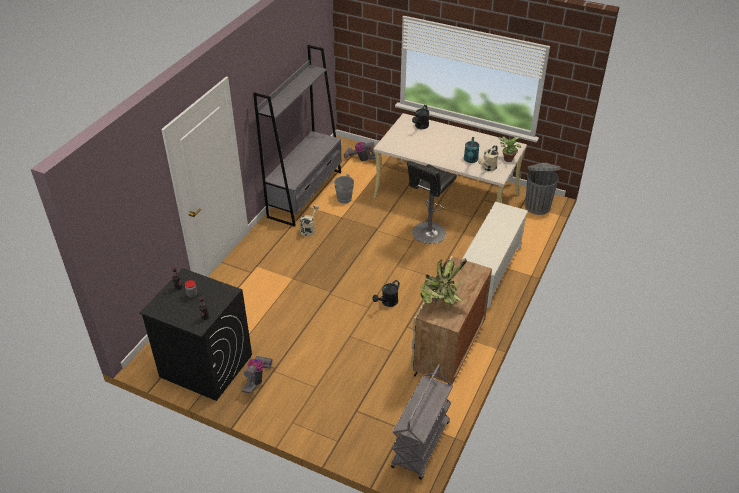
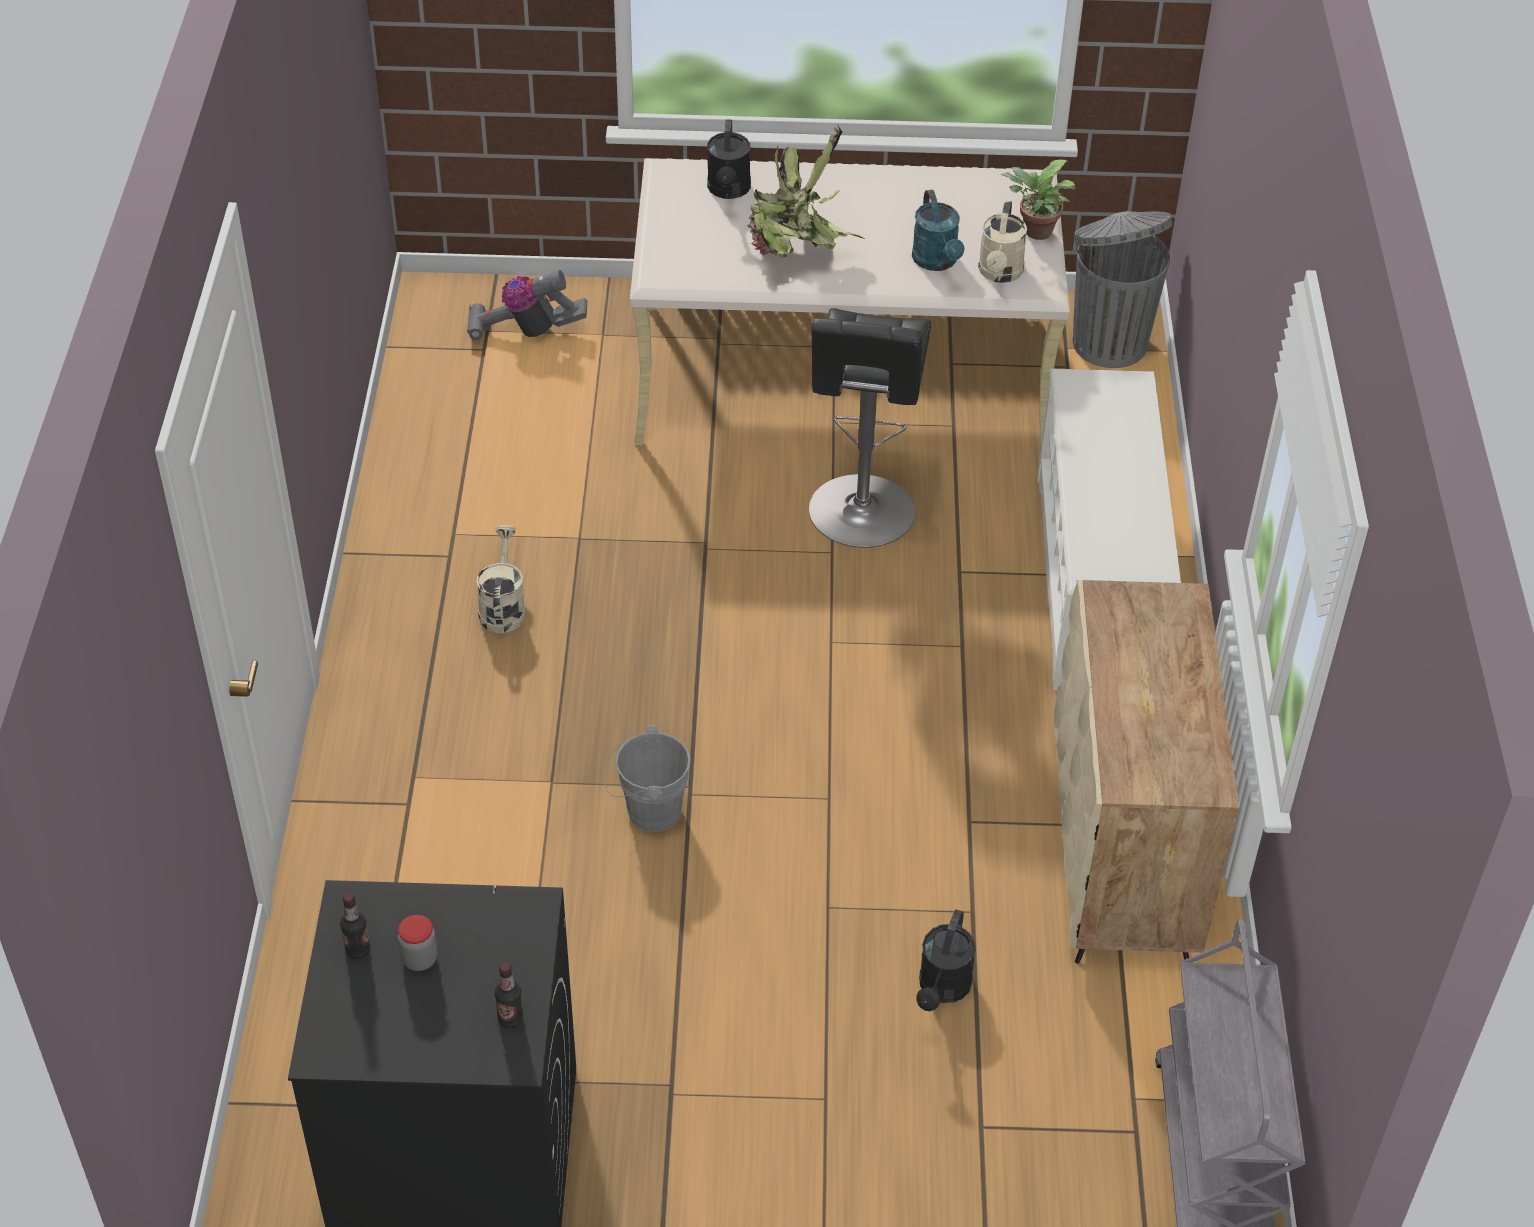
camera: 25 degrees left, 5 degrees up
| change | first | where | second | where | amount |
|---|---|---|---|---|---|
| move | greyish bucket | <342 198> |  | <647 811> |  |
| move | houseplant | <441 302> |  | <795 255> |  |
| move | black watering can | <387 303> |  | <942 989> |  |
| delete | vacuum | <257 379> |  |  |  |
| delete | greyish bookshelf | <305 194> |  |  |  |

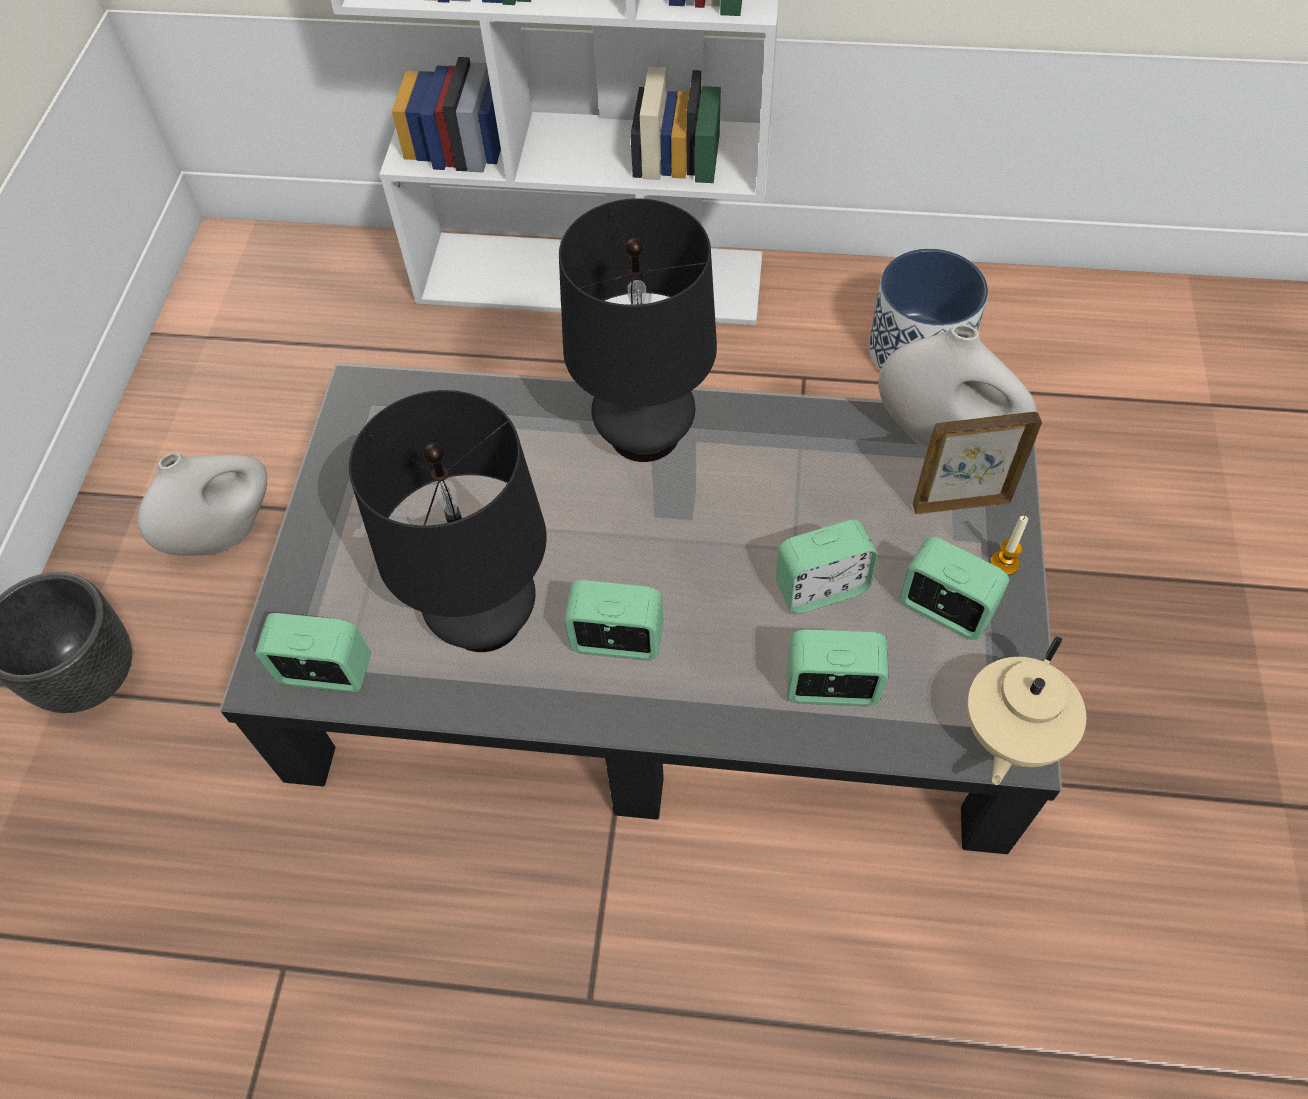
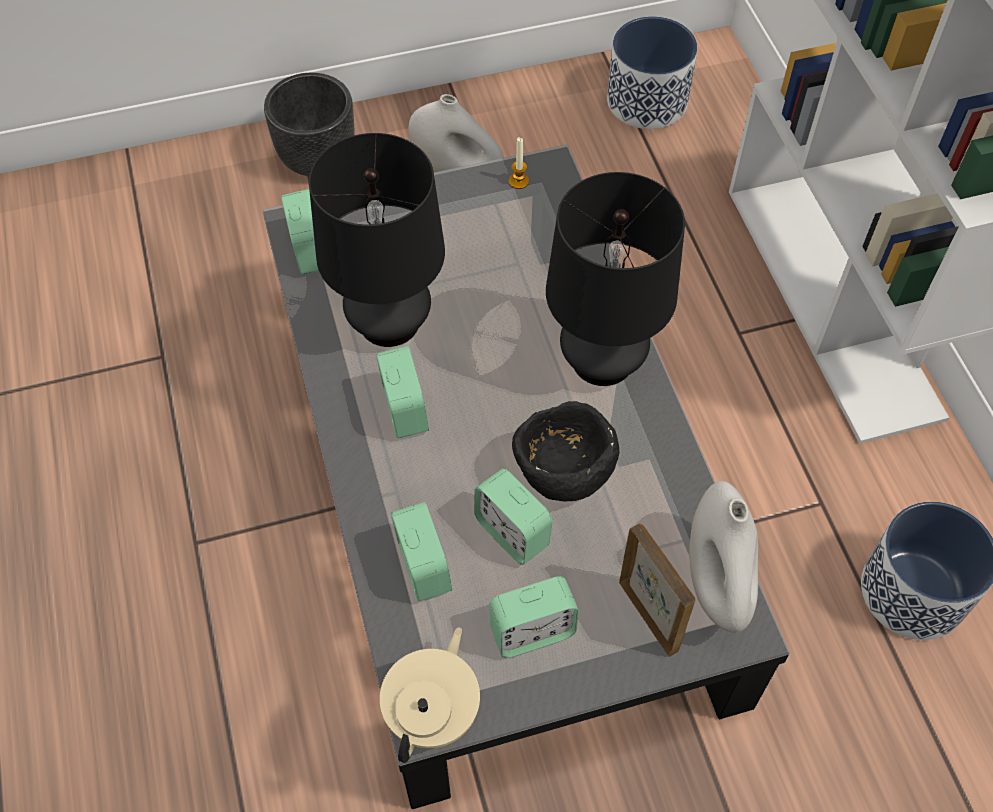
camera: 65 degrees right, 0 degrees up
| change | first | where | second | where | amount |
|---|---|---|---|---|---|
| rotate | beige tea pot | <1010 734> |  | <433 712> | 105 degrees clockwise |
| rotate | table clock | <945 609> |  | <532 631> | 60 degrees clockwise |
| move | candle | <1004 563> |  | <518 181> |  |
| insert |  |  | black bowl | <562 473> |  |
| insert |  |  | flower pot | <647 102> |  |

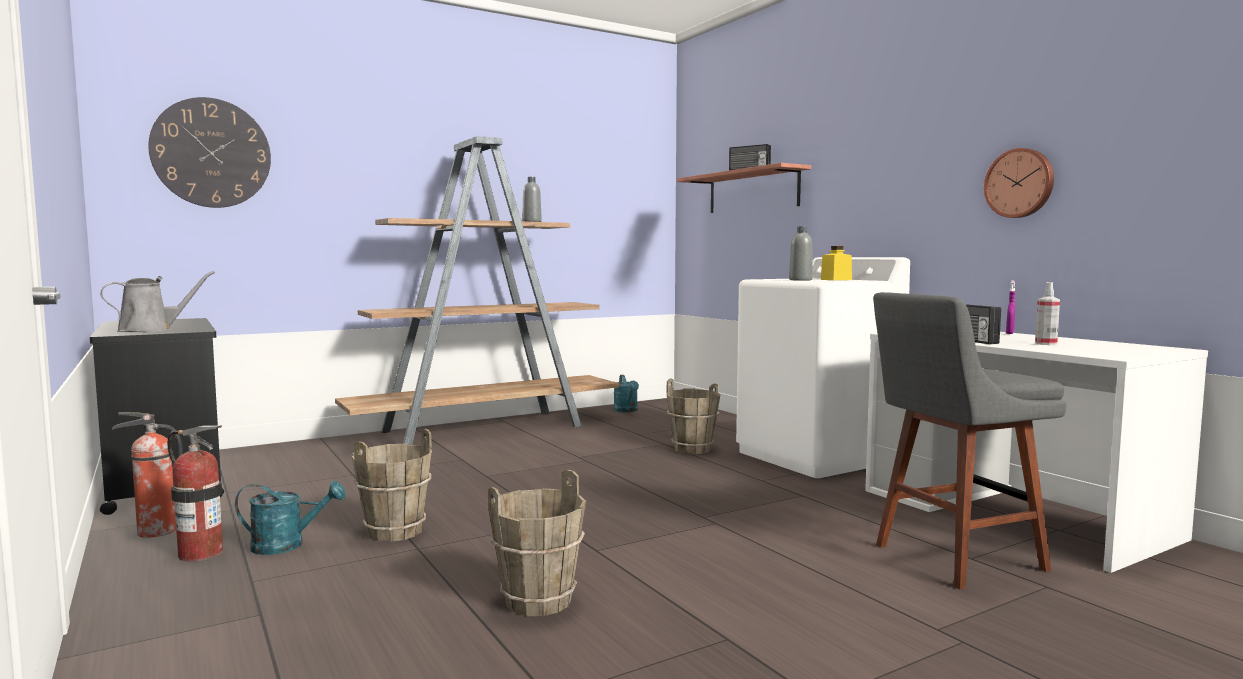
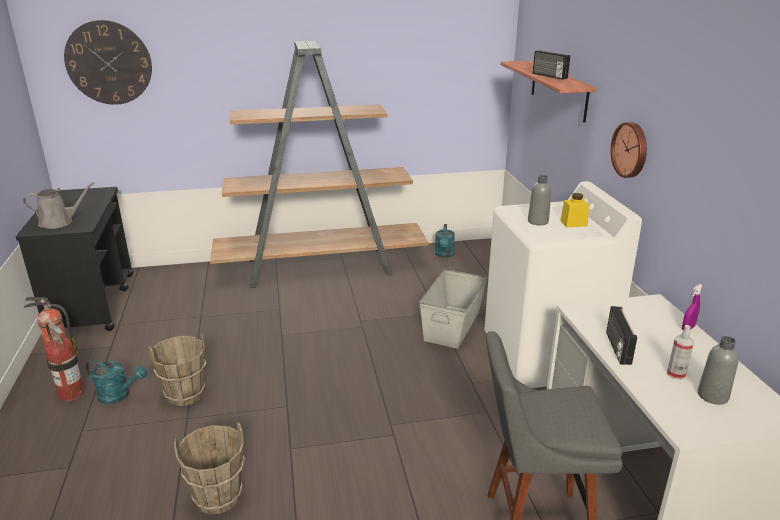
camera: 20 degrees right, 20 degrees up
| change | first | where | second | where | amount |
|---|---|---|---|---|---|
| replace | brown bucket | <692 449> | greyish storage bin | <453 325> |  |
| move | hanging clock | <1020 183> |  | <631 149> |  |
| move | greyish drink bottle | <532 222> |  | <712 396> |  |

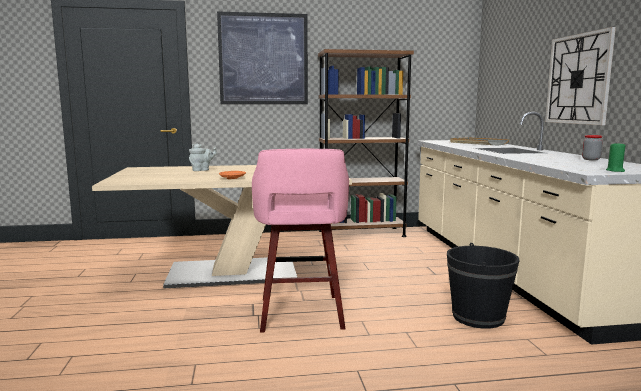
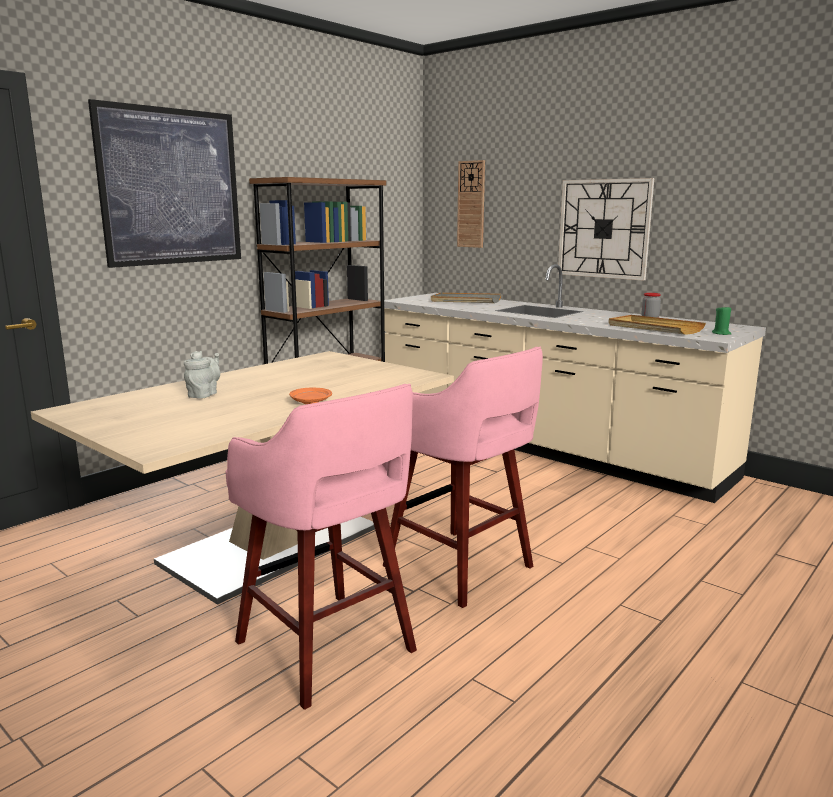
camera: 40 degrees left, 5 degrees up
| change | first | where | second | where | amount |
|---|---|---|---|---|---|
| insert |  |  | pink-coloured sitting stool | <328 649> |  |
| insert |  |  | hanging clock | <471 204> |  |
| insert |  |  | beige carrying tray | <654 328> |  |
| delete | black bucket | <478 317> |  |  |  |

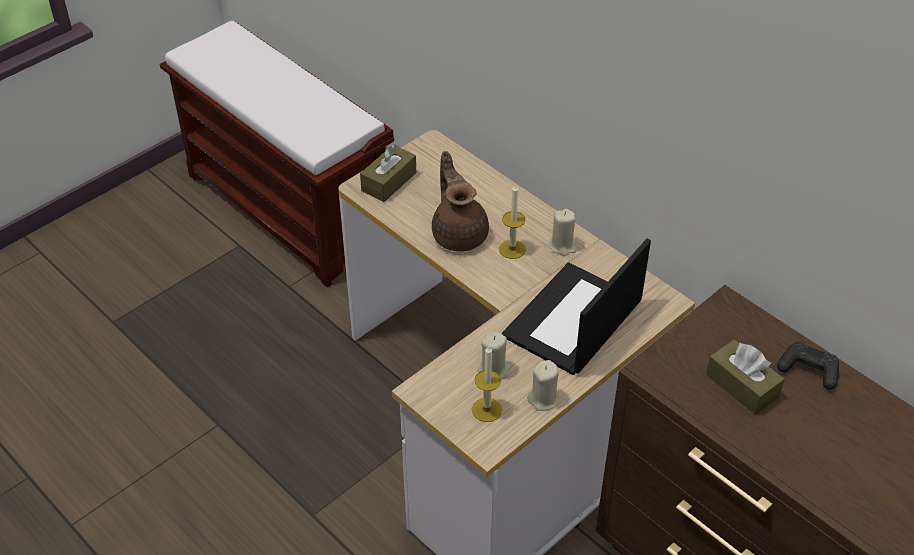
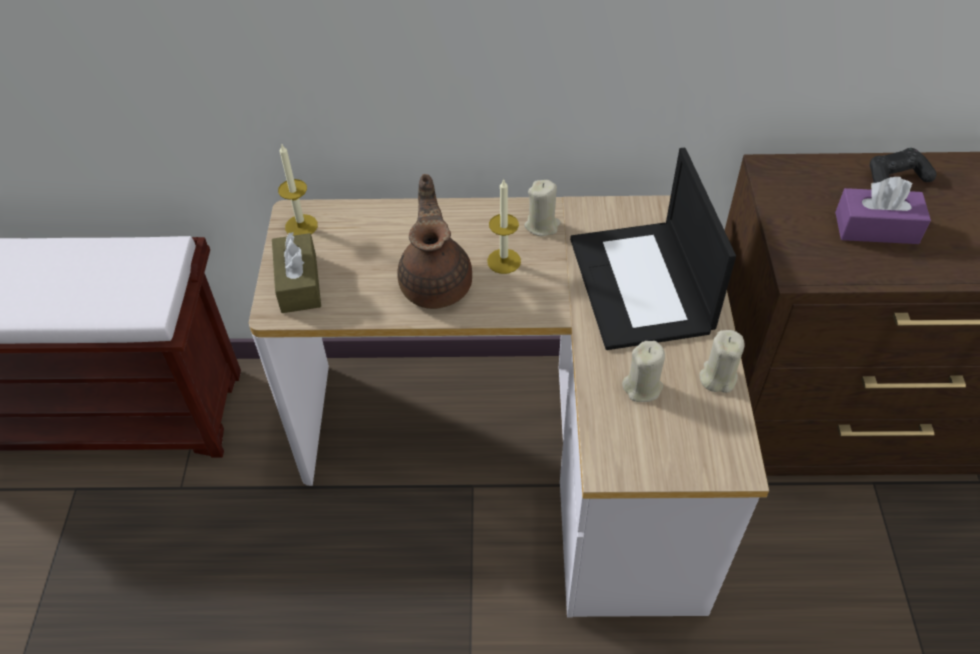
camera: 45 degrees left, 5 degrees up
| change | first | where | second | where | amount |
|---|---|---|---|---|---|
| move | candle | <486 409> |  | <301 226> |  |
| rotate | brown tea pot | <459 233> |  | <436 283> | 60 degrees clockwise |
| recolor | brown box of tissues | <742 386> | purple box of tissues | <876 228> |  |

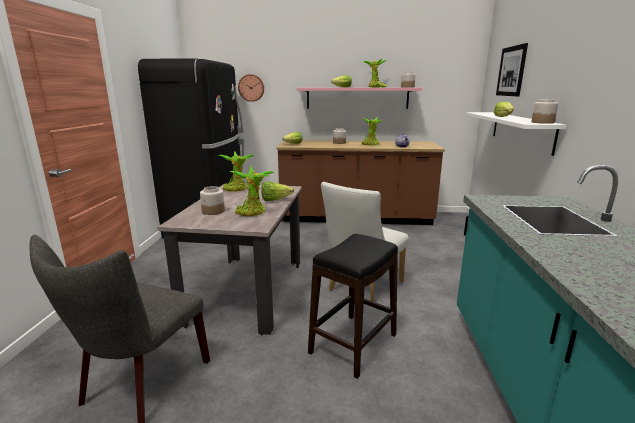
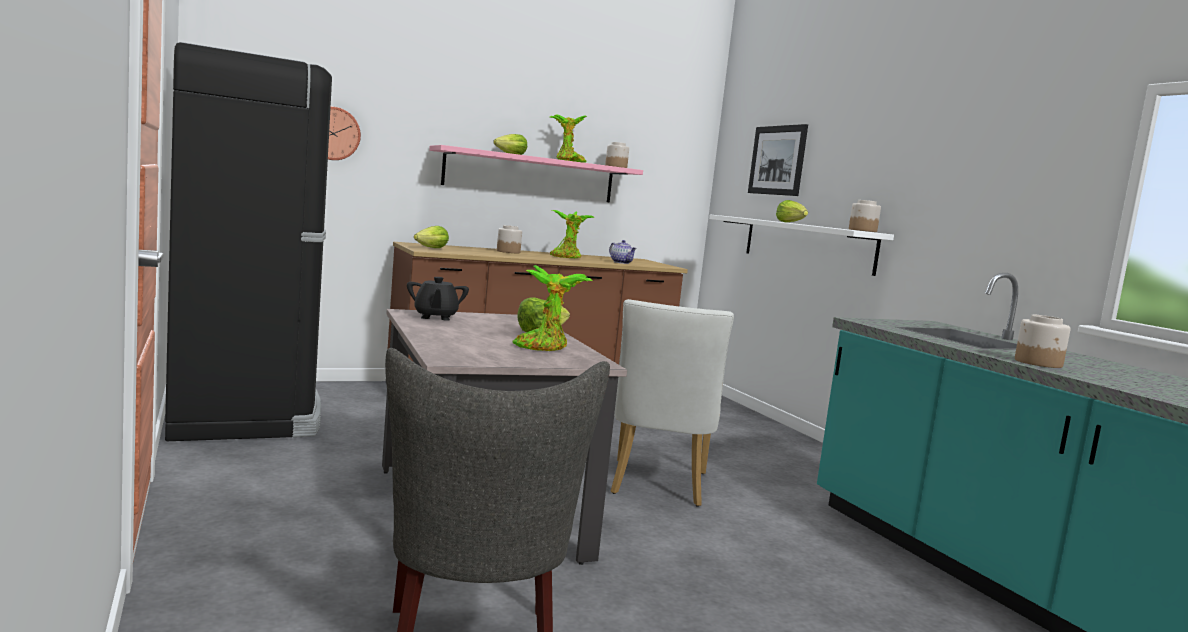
camera: 30 degrees left, 10 degrees down
| change | first | where | second | where | amount |
|---|---|---|---|---|---|
| replace | houseplant | <236 189> | black tea pot | <435 317> |  |
| move | storage jar | <213 211> |  | <1039 363> |  |
| delete | black sitting stool | <354 344> |  |  |  |

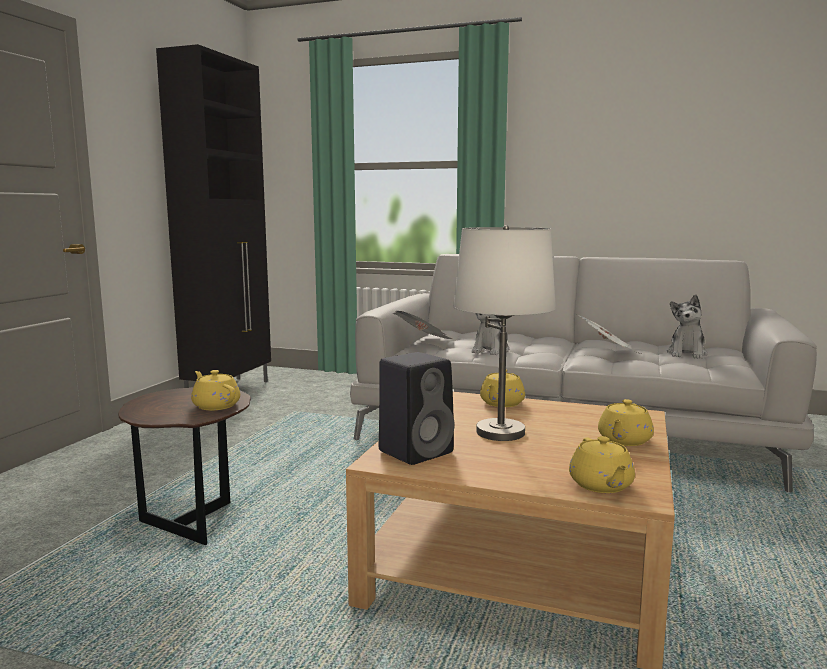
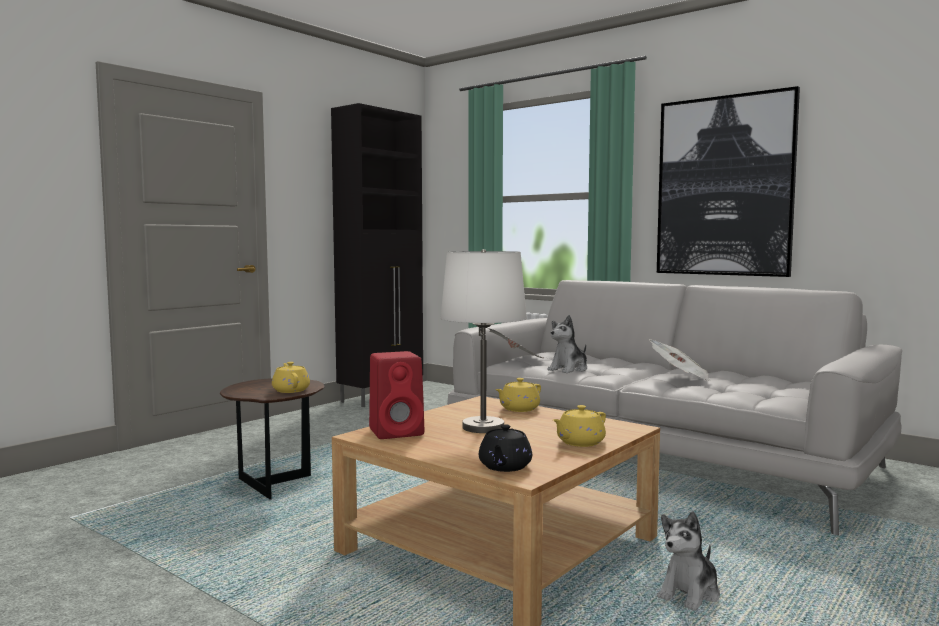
camera: 20 degrees right, 5 degrees down
| change | first | where | second | where | amount |
|---|---|---|---|---|---|
| recolor | black speaker | <417 451> | red-coloured speaker | <398 432> |  |
| recolor | yellow-coloured tea pot | <601 485> | black tea pot | <504 467> |  |
| insert |  |  | wall picture | <724 186> |  |
| move | soft toy | <687 353> |  | <690 593> |  |

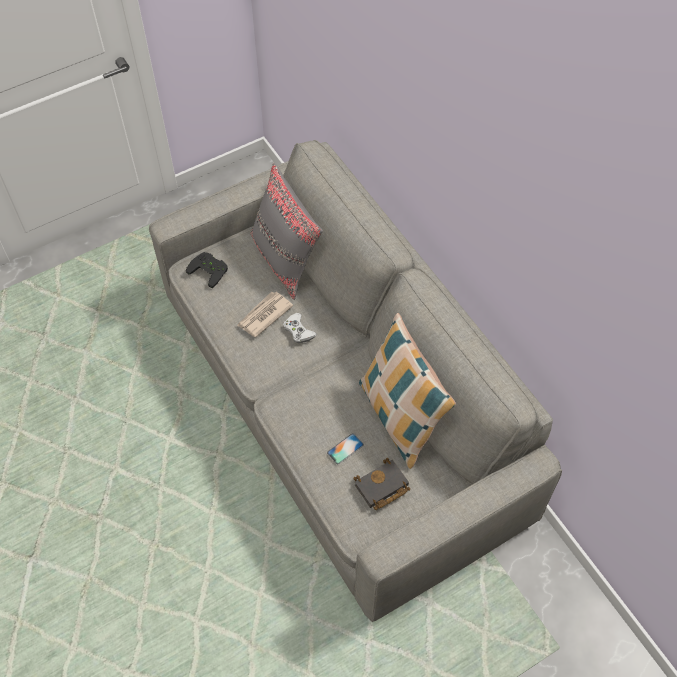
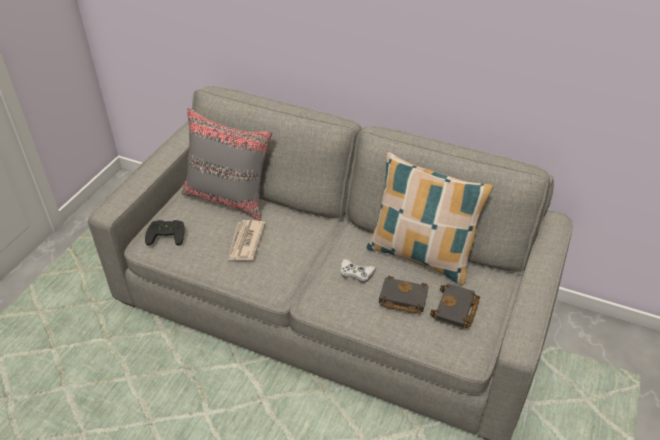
camera: 35 degrees left, 15 degrees down
| change | first | where | second | where | amount |
|---|---|---|---|---|---|
| move | white-coloured gamepad | <298 331> |  | <356 273> |  |
| replace | phone | <345 449> | black book | <401 299> |  |

